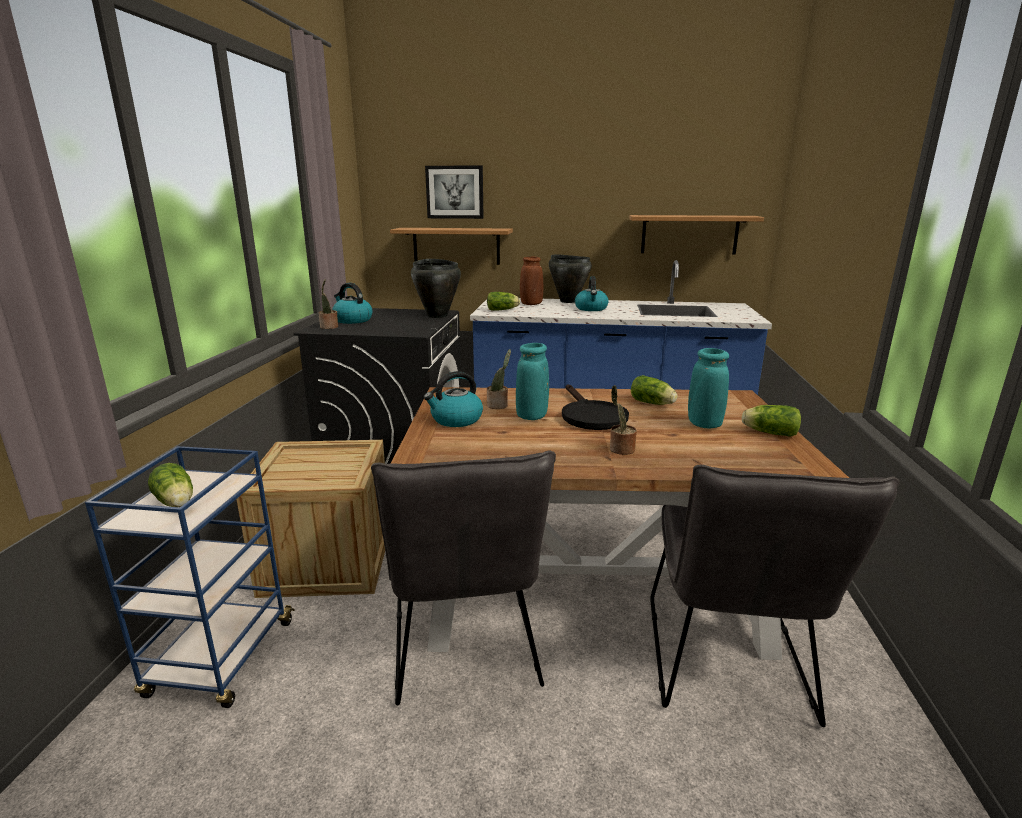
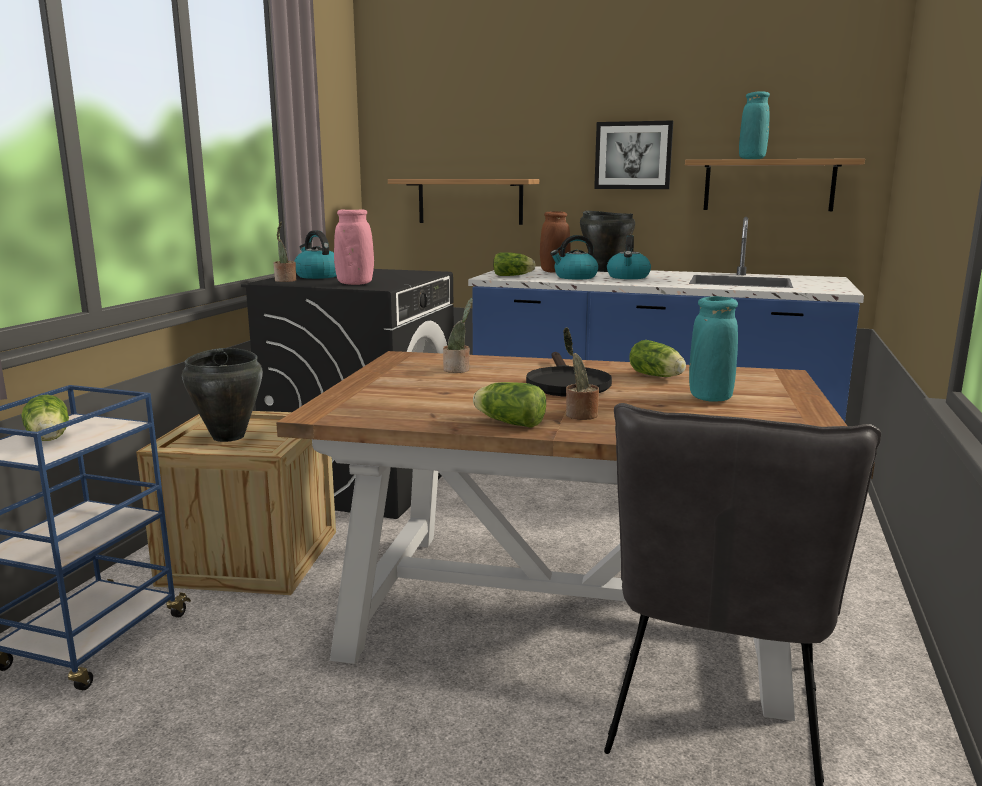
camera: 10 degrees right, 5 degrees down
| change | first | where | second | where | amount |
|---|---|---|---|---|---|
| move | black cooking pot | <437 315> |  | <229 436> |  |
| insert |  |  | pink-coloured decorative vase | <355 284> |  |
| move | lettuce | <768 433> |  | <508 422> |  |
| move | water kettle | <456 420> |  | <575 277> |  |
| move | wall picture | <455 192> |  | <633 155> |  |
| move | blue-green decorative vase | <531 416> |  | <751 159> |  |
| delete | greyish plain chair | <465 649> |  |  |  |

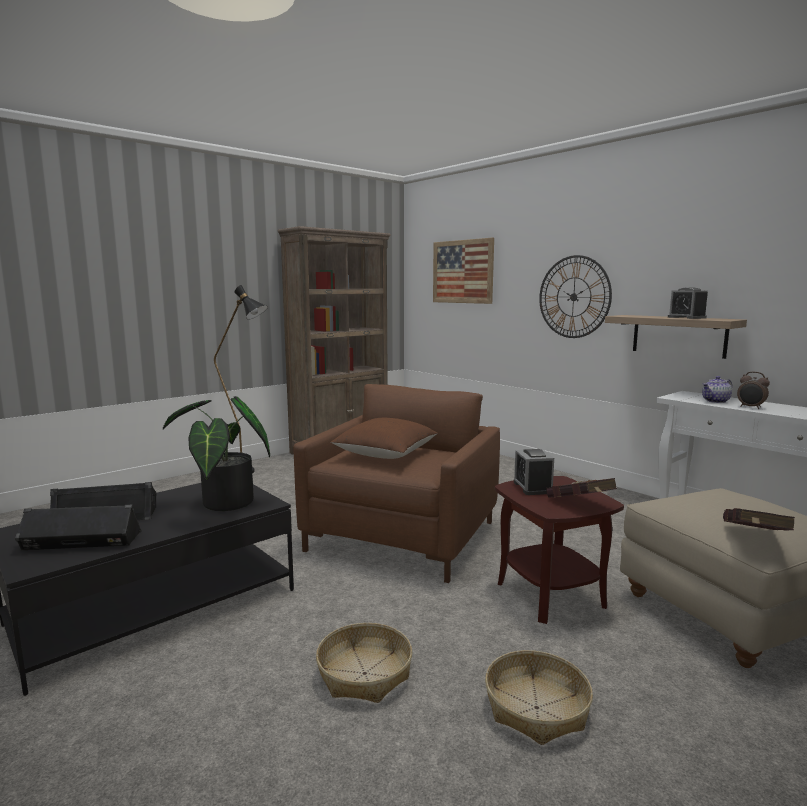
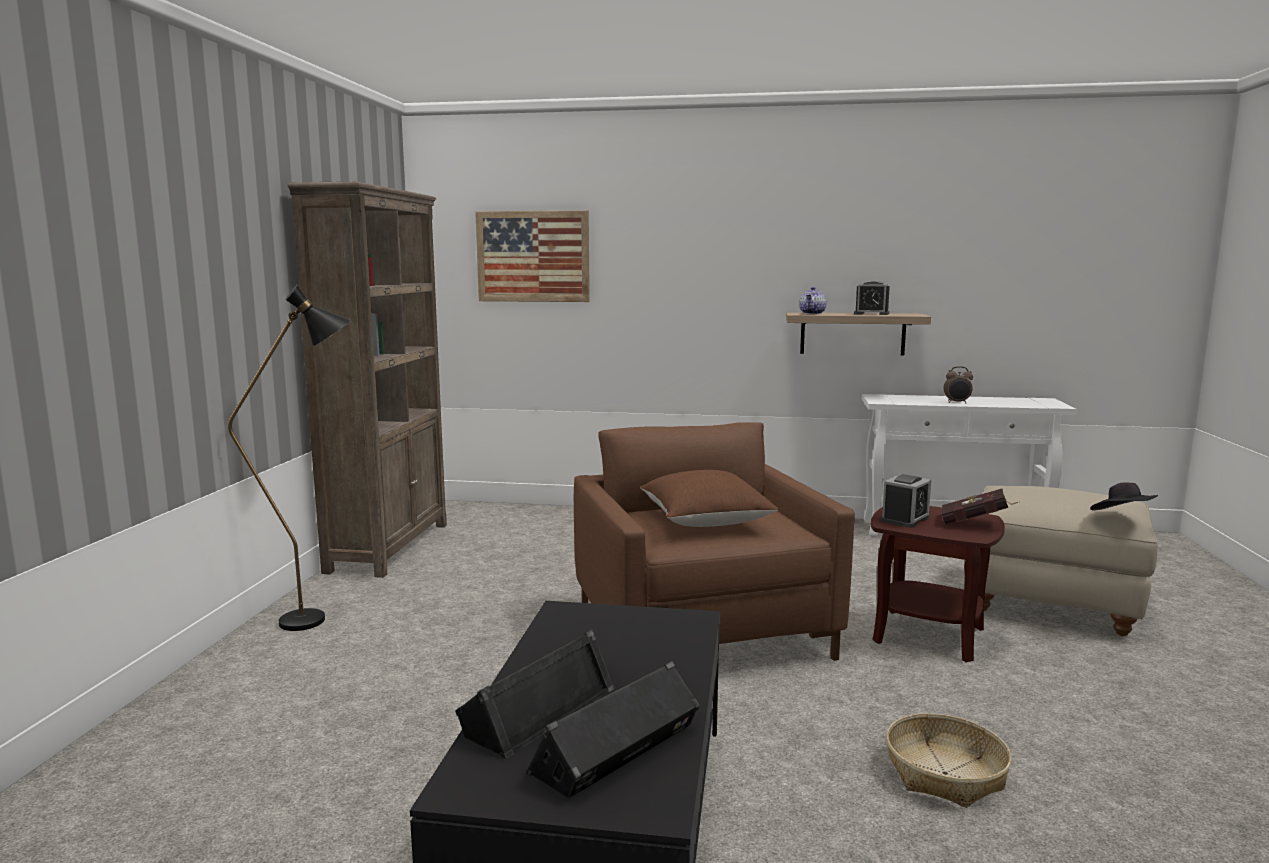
camera: 40 degrees left, 0 degrees up
| change | first | where | second | where | amount |
|---|---|---|---|---|---|
| move | tea pot | <716 401> |  | <812 313> |  |
| rotate | table clock | <532 487> |  | <905 519> | 90 degrees counterclockwise |
| replace | red-coloured book | <753 538> | black clothing hat | <1122 517> |  |
| delete | houseplant | <223 505> |  |  |  |
| delete | basket | <537 708> |  |  |  |
| delete | hanging clock | <573 297> |  |  |  |

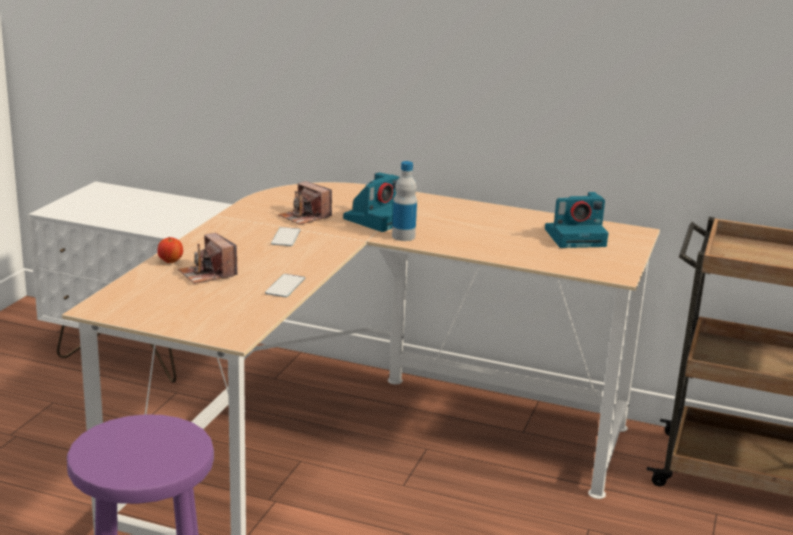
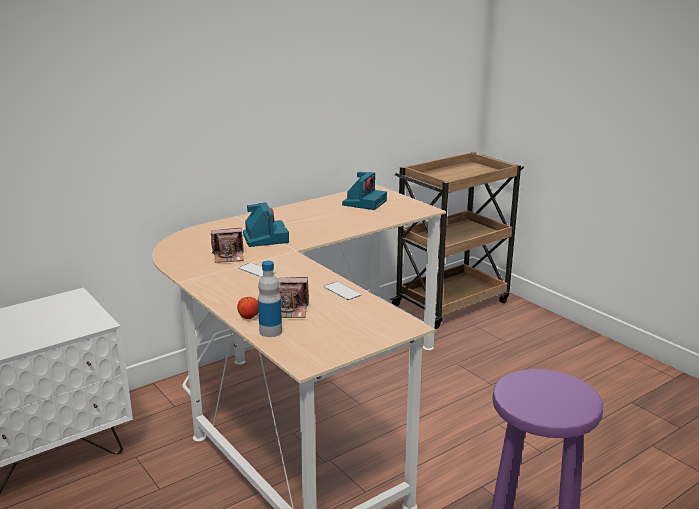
camera: 55 degrees left, 0 degrees up
| change | first | where | second | where | amount |
|---|---|---|---|---|---|
| move | drink bottle | <403 236> |  | <270 331> |  |

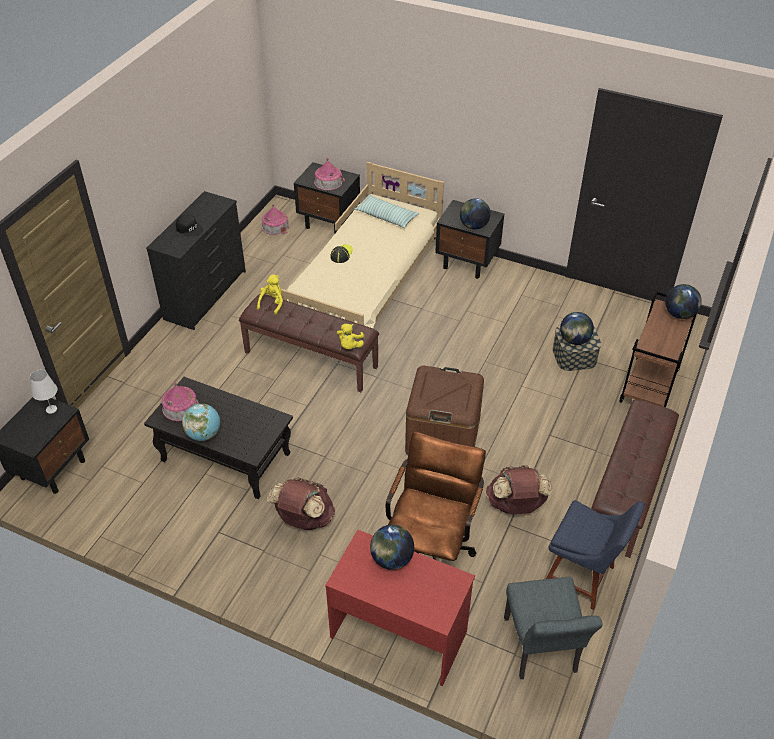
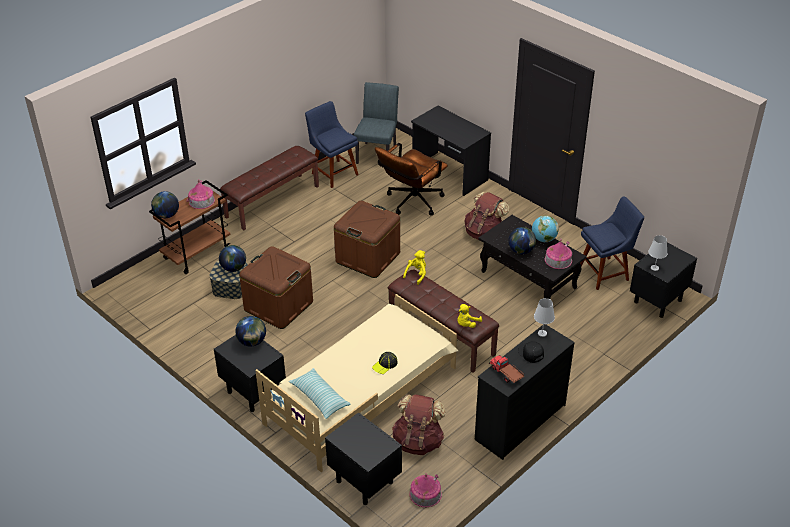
camera: 160 degrees left, 5 degrees down
| change | first | where | second | where | amount |
|---|---|---|---|---|---|
| move | model house | <328 182> |  | <201 201> |  |
| insert |  |  | brown storage bin | <278 306> |  |
| move | brown backpack | <515 506> |  | <418 441> |  |
| recolor | red-coloured desk table | <399 633> | black desk table | <449 174> |  |
| insert |  |  | toy lorry | <506 374> |  |
| move | world globe | <391 559> |  | <521 251> |  |
| insert |  |  | white-coloured tabletop lamp | <542 333> |  |
| insert |  |  | bluish plain chair | <605 272> |  |

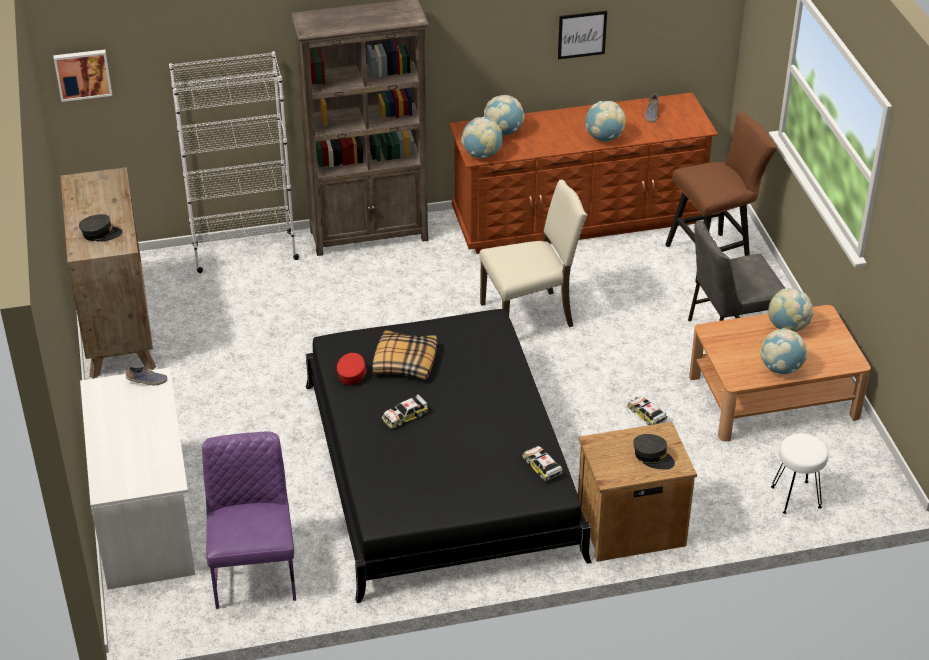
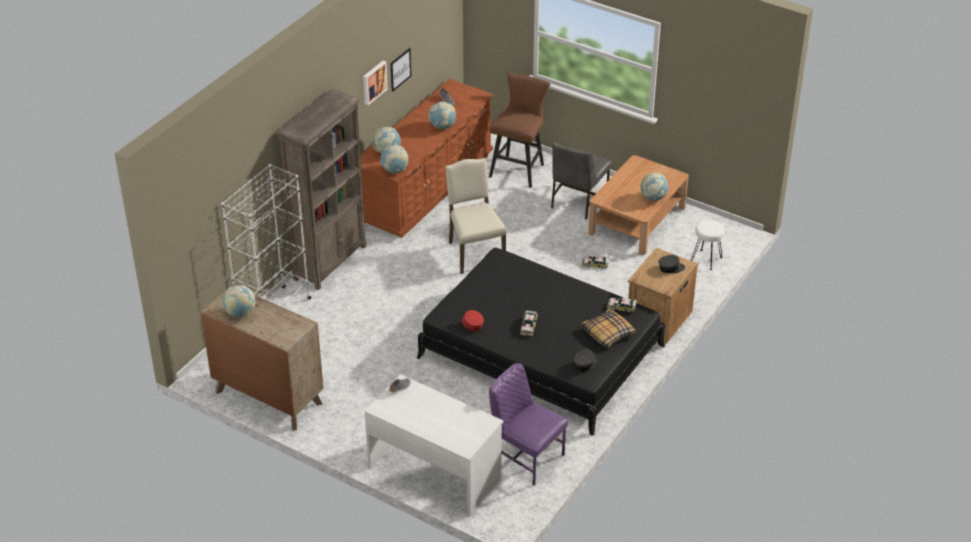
camera: 45 degrees left, 0 degrees up
| change | first | where | second | where | amount |
|---|---|---|---|---|---|
| move | world globe | <787 327> |  | <240 313> |  |
| move | wall picture | <83 74> |  | <373 82> |  |
| rotate | beige plain chair | <529 316> |  | <474 252> | 45 degrees counterclockwise |
| move | greyish baseball cap | <100 234> |  | <585 363> |  |
| move | cushion | <404 362> |  | <607 333> |  |

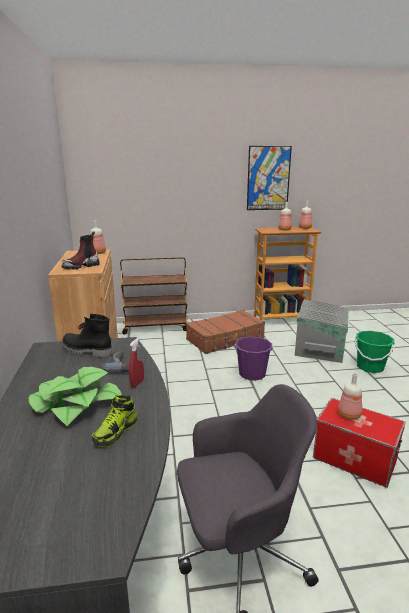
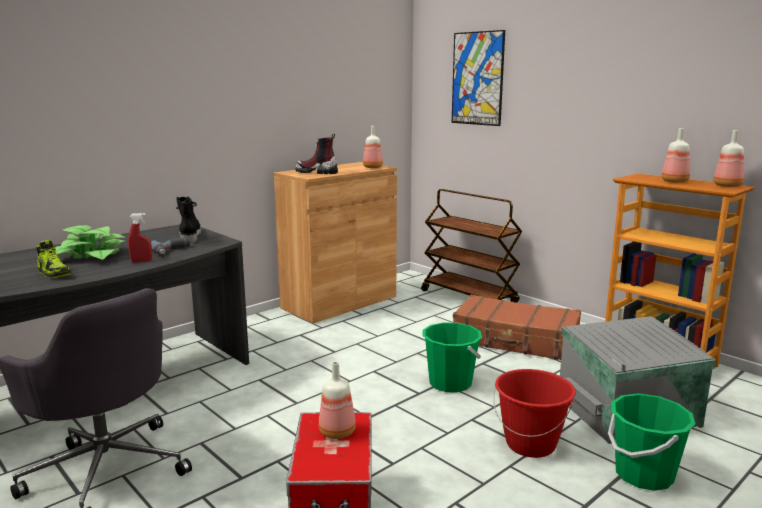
camera: 55 degrees right, 5 degrees down
| change | first | where | second | where | amount |
|---|---|---|---|---|---|
| rotate | item of footwear | <116 432> |  | <54 273> | 135 degrees counterclockwise |
| recolor | purple bucket | <252 374> | green bucket | <450 383> |  |
| move | wall picture | <268 178> |  | <477 78> |  |
| insert |  |  | red-coloured bucket | <530 444> |  |

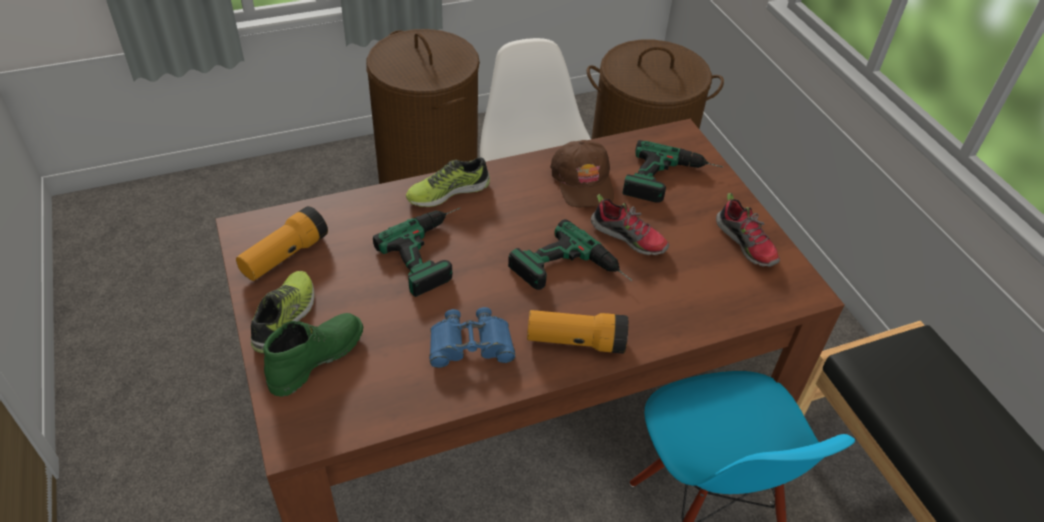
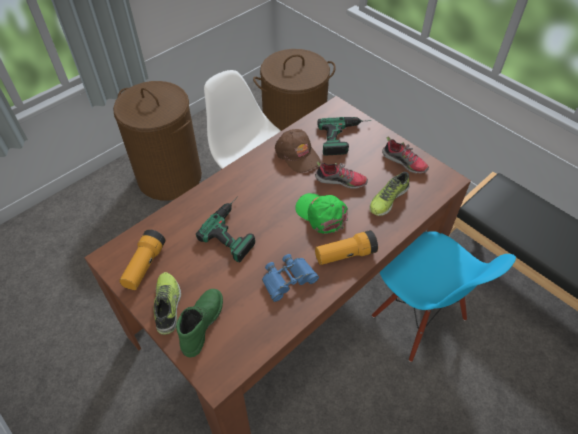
camera: 20 degrees left, 5 degrees up
| change | first | where | second | where | amount |
|---|---|---|---|---|---|
| replace | power drill | <572 273> | green baseball cap | <321 214> |  |
| move | item of footwear | <447 191> |  | <388 199> |  |

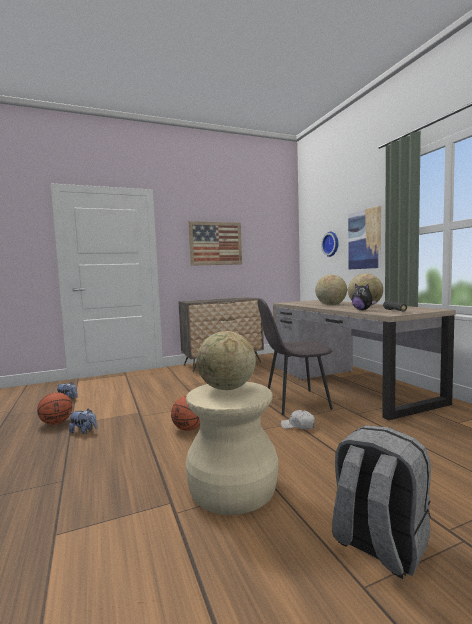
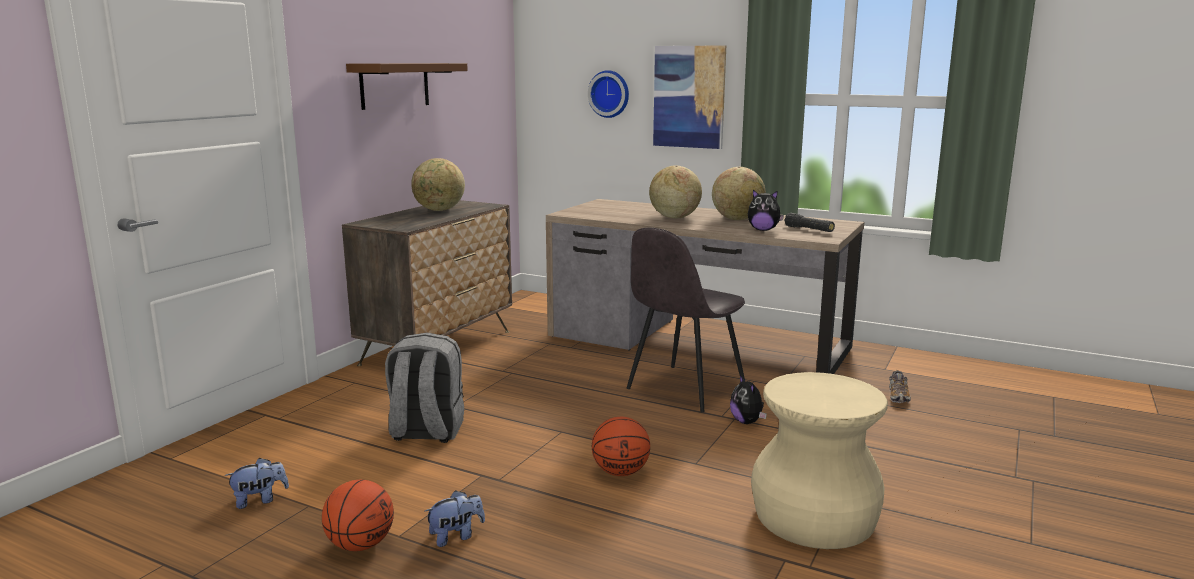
camera: 40 degrees left, 10 degrees up
| change | first | where | second | where | amount |
|---|---|---|---|---|---|
| replace | wall picture | <215 243> | brown bracket shelf | <395 85> |  |
| move | greyish backpack | <378 544> |  | <426 432> |  |
| move | world globe | <227 389> |  | <439 210> |  |
| replace | white-coloured baseball cap | <298 426> | soft toy | <747 422> |  |
| insert |  |  | item of footwear | <898 396> |  |

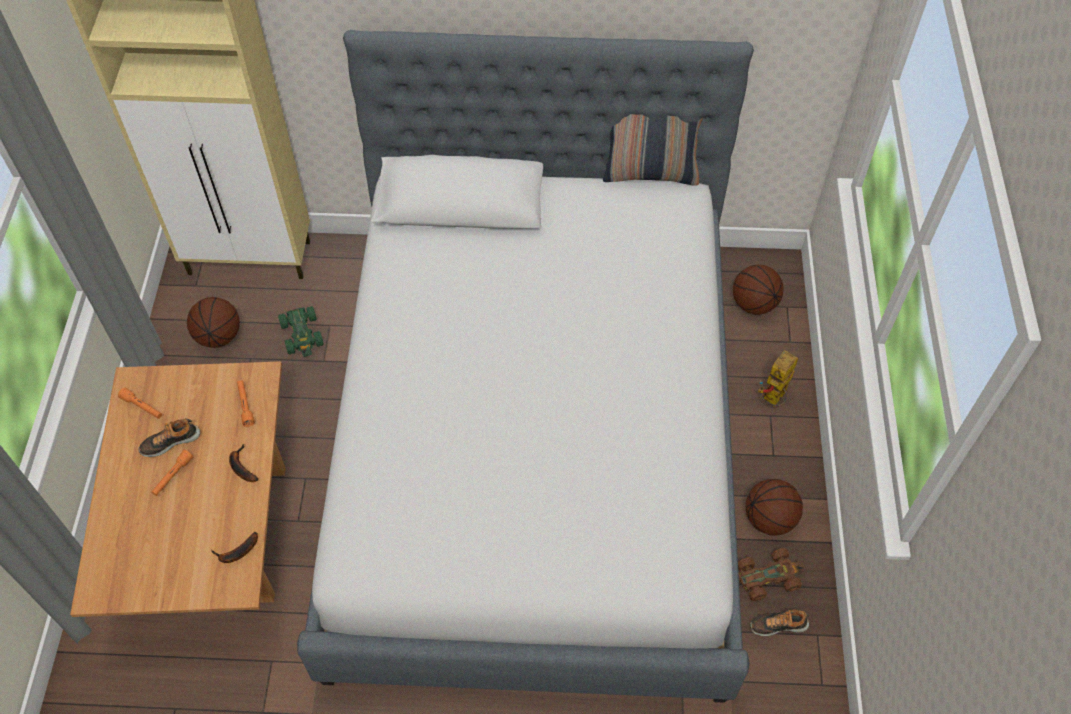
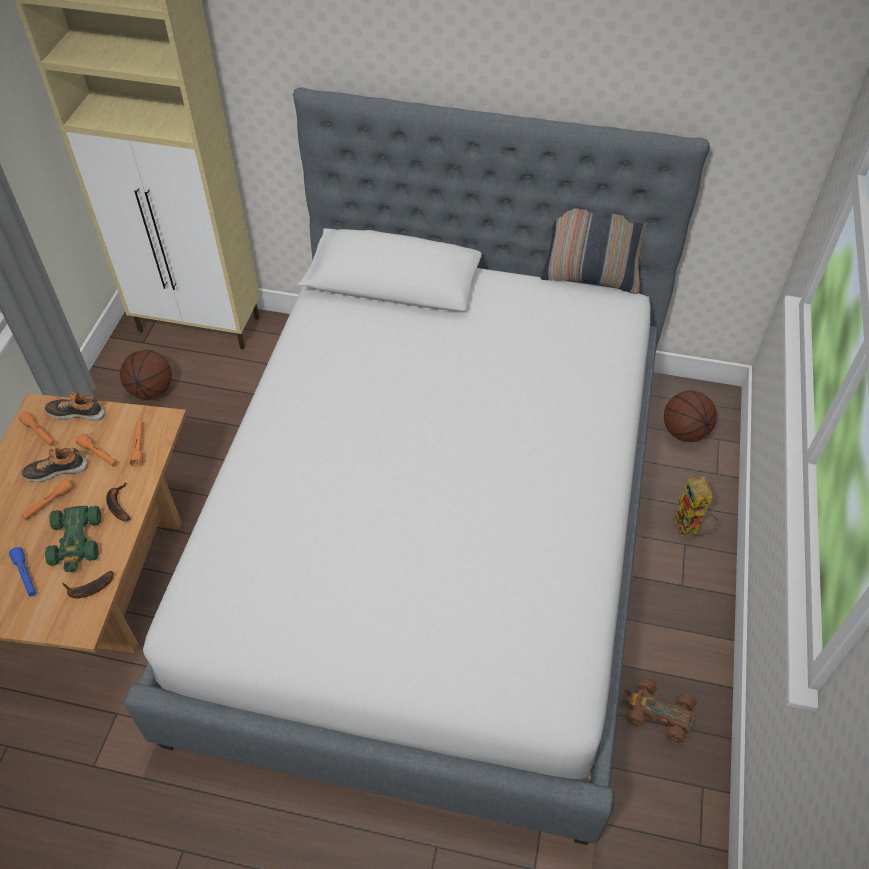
camera: 10 degrees right, 5 degrees down
| change | first | where | second | where | amount |
|---|---|---|---|---|---|
| insert |  |  | bluish torch | <26 575> |  |
| move | item of footwear | <778 625> |  | <77 412> |  |
| move | green model car | <302 335> |  | <77 541> |  |
| insert |  |  | orange-coloured torch | <99 454> |  |
| rotate | brown model car | <768 577> |  | <657 713> | 150 degrees counterclockwise |
| rotate | robot figure | <772 400> |  | <690 529> | 60 degrees counterclockwise |
| delete | basketball | <769 518> |  |  |  |

